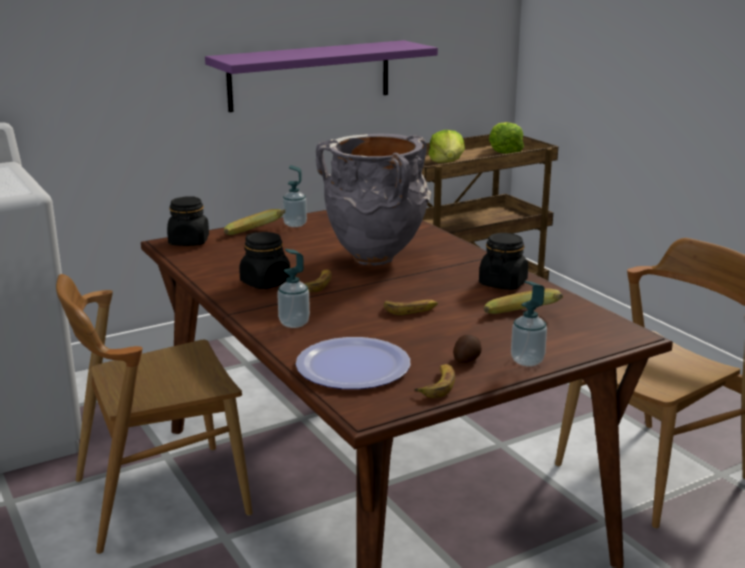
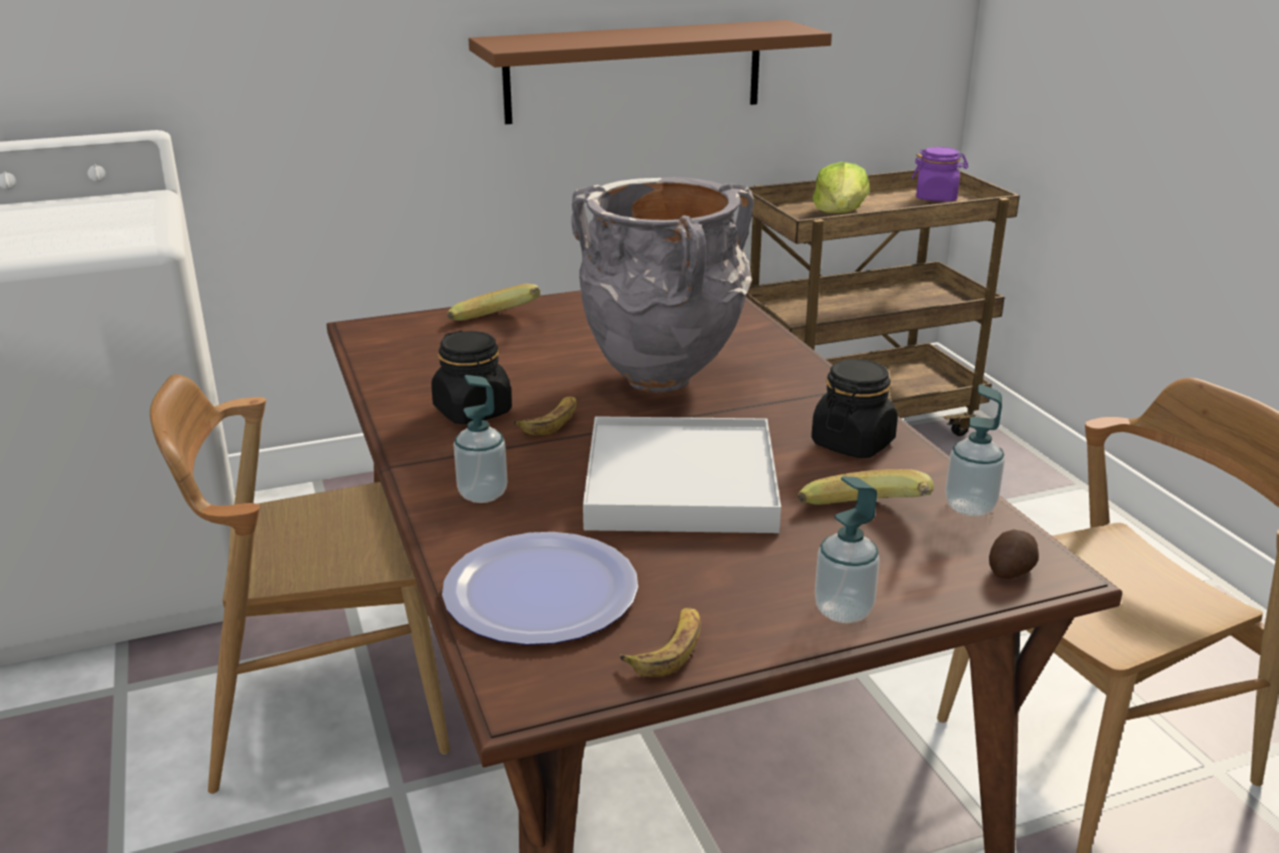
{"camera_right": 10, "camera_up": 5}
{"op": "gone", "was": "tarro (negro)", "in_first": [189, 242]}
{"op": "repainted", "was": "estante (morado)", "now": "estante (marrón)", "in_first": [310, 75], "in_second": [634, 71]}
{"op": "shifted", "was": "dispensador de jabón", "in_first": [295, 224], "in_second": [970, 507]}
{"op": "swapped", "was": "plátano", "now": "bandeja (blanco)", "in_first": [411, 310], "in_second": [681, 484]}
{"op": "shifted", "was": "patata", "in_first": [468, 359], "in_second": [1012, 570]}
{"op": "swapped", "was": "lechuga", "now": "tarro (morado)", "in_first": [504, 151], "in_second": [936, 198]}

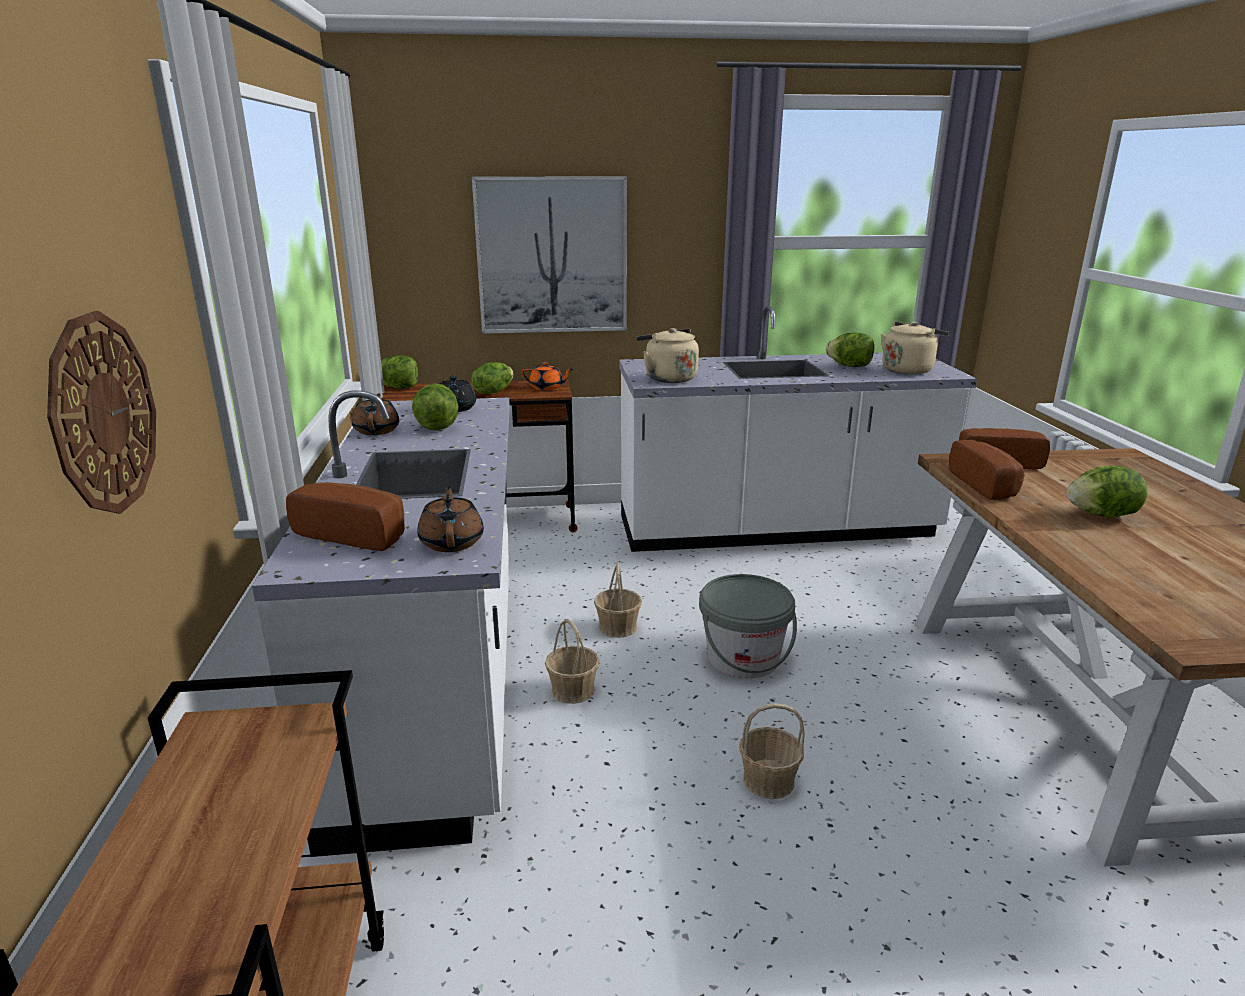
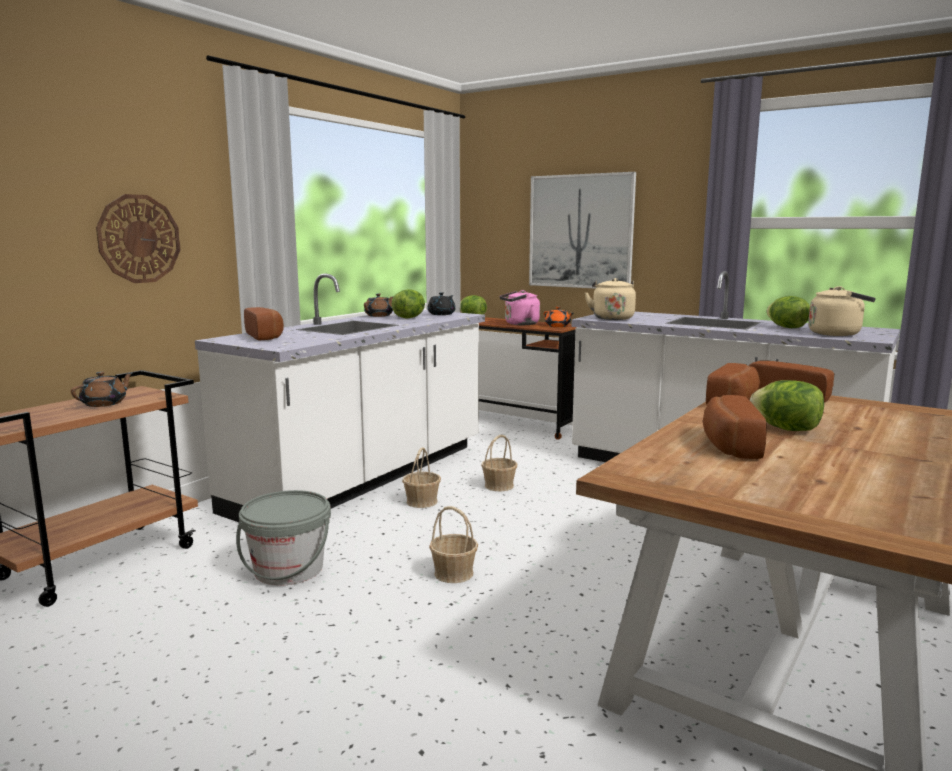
{"camera_right": 40, "camera_up": -10}
{"op": "shifted", "was": "tetera (marrón)", "in_first": [452, 542], "in_second": [105, 403]}
{"op": "swapped", "was": "lechuga", "now": "hervidor (rosa)", "in_first": [493, 392], "in_second": [519, 324]}
{"op": "shifted", "was": "cubo (gris)", "in_first": [743, 658], "in_second": [289, 569]}
{"op": "new", "now": "pan", "in_second": [727, 445]}

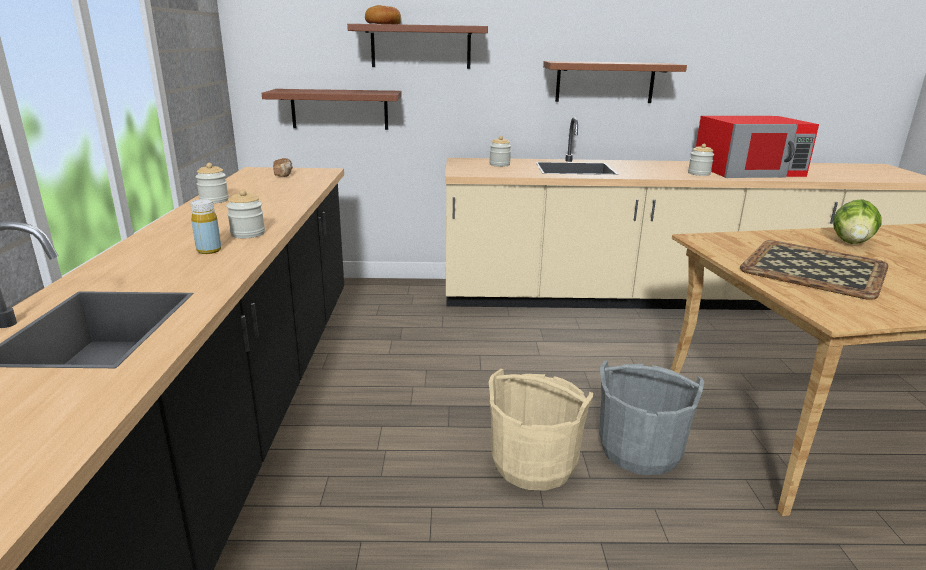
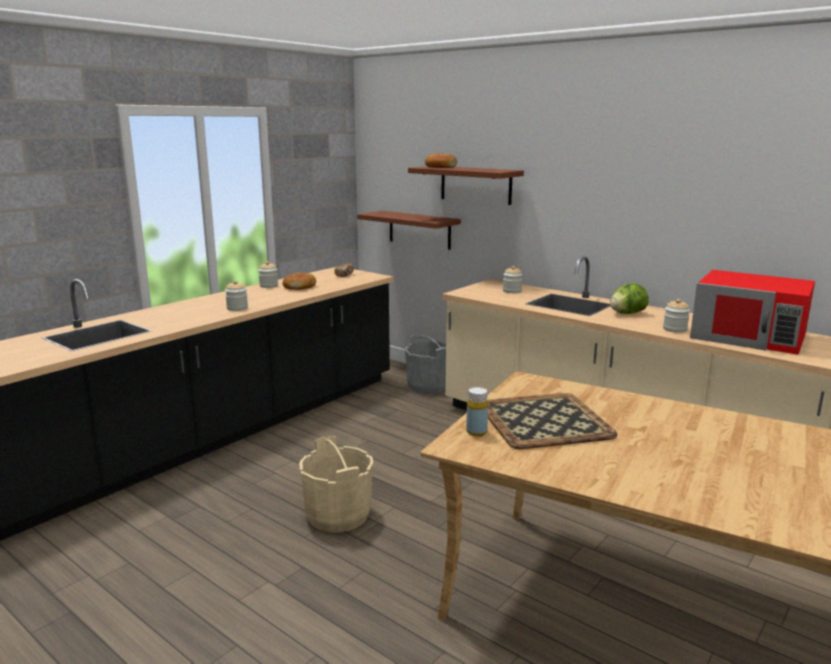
{"camera_right": 40, "camera_up": -5}
{"op": "shifted", "was": "botella (amarillo)", "in_first": [209, 250], "in_second": [476, 432]}
{"op": "gone", "was": "estante (marrón)", "in_first": [605, 82]}
{"op": "shifted", "was": "cubo (gris)", "in_first": [640, 450], "in_second": [429, 386]}
{"op": "shifted", "was": "lechuga", "in_first": [851, 242], "in_second": [627, 313]}
{"op": "new", "now": "pan", "in_second": [300, 287]}

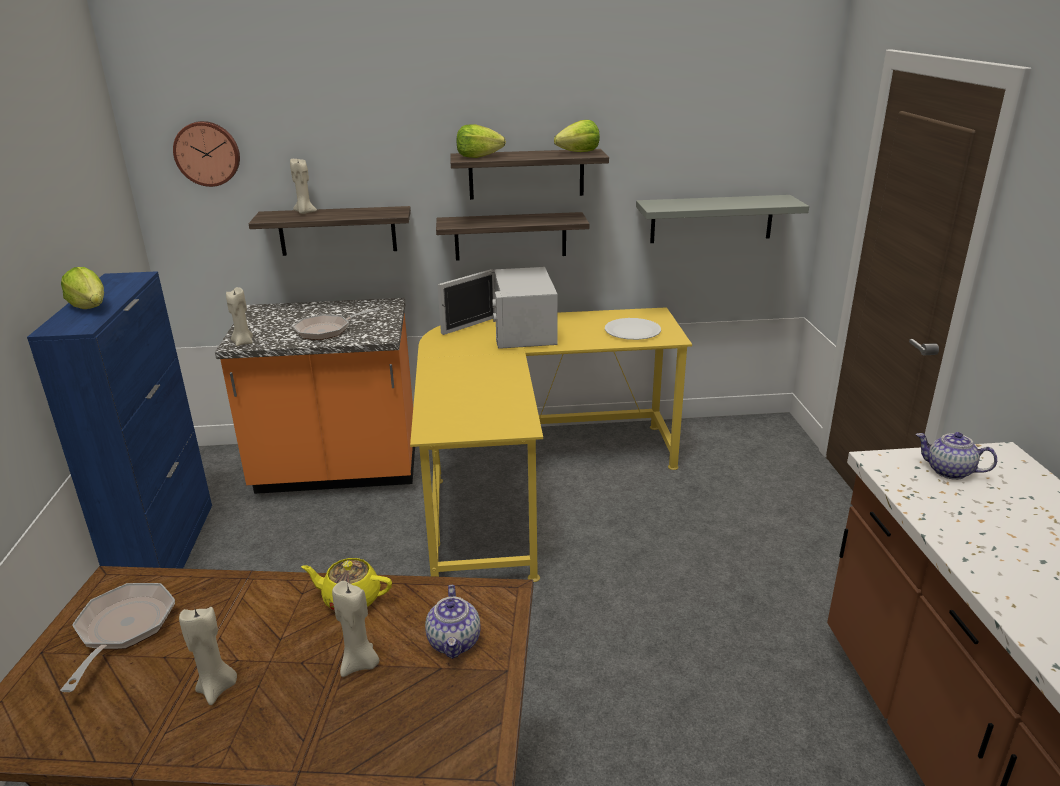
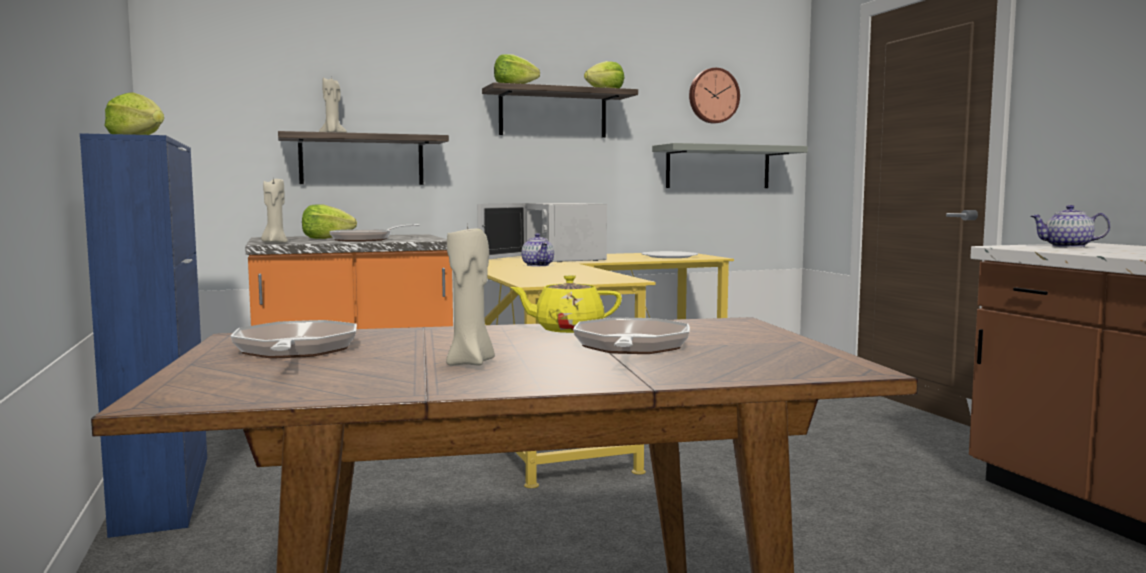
{"camera_right": -15, "camera_up": -20}
{"op": "shifted", "was": "reloj de pared", "in_first": [207, 153], "in_second": [713, 96]}
{"op": "swapped", "was": "vela (beis)", "now": "sartén", "in_first": [360, 664], "in_second": [631, 347]}
{"op": "shifted", "was": "tetera", "in_first": [455, 642], "in_second": [538, 265]}
{"op": "gone", "was": "estante", "in_first": [510, 236]}
{"op": "new", "now": "lechuga", "in_second": [326, 238]}

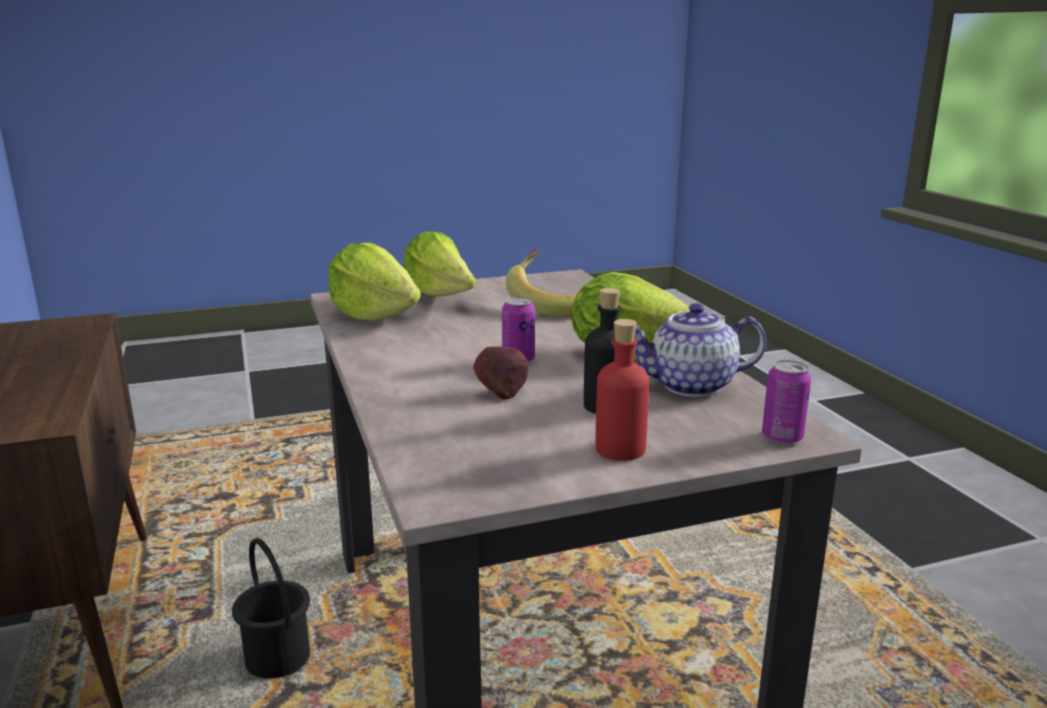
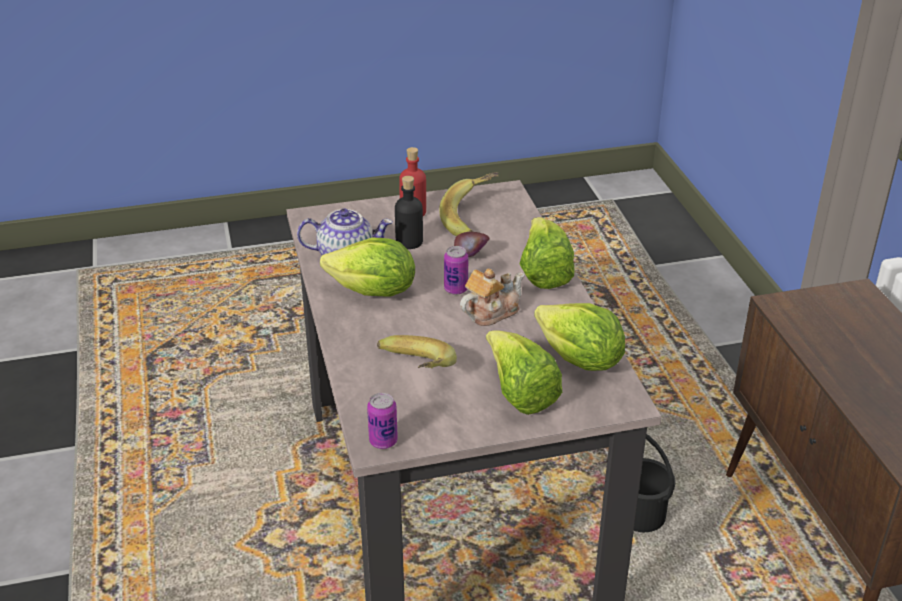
{"camera_right": -175, "camera_up": 15}
{"op": "shifted", "was": "lata", "in_first": [782, 437], "in_second": [383, 441]}
{"op": "new", "now": "plátano", "in_second": [473, 219]}
{"op": "new", "now": "tetera", "in_second": [491, 312]}
{"op": "new", "now": "lechuga", "in_second": [544, 273]}

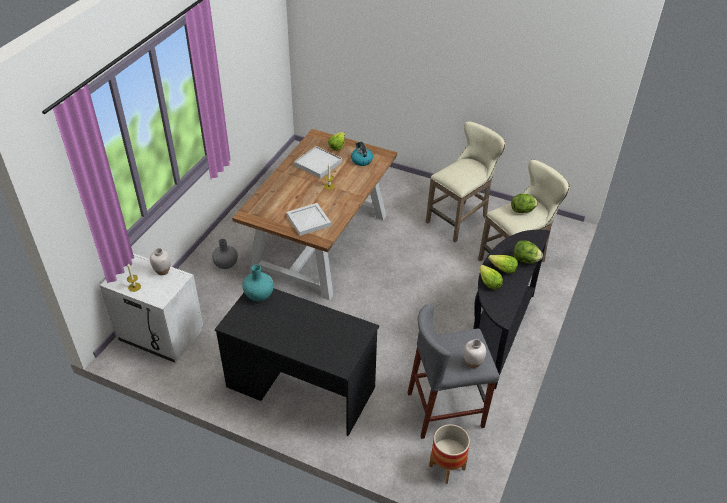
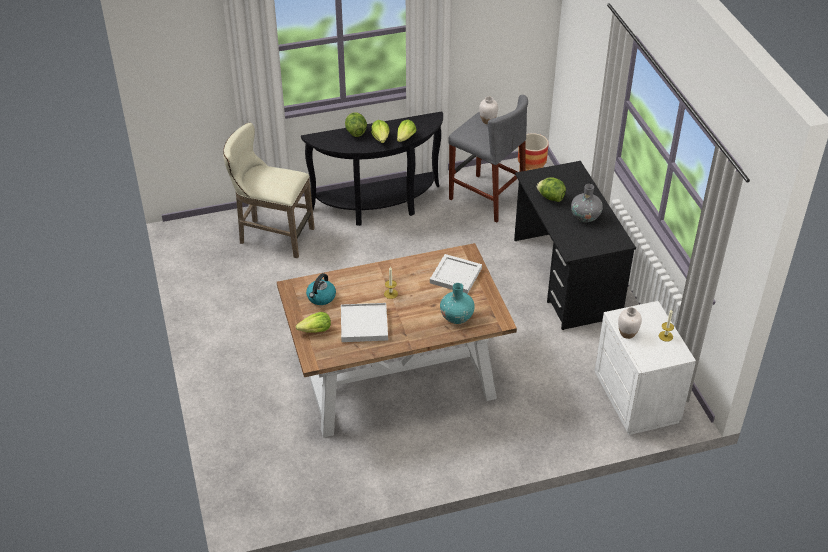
{"camera_right": -130, "camera_up": 0}
{"op": "shifted", "was": "florero (gris)", "in_first": [226, 264], "in_second": [585, 217]}
{"op": "shifted", "was": "florero (turquesa)", "in_first": [259, 295], "in_second": [456, 317]}
{"op": "gone", "was": "taburete (beis)", "in_first": [460, 219]}
{"op": "shifted", "was": "lechuga", "in_first": [522, 210], "in_second": [550, 197]}

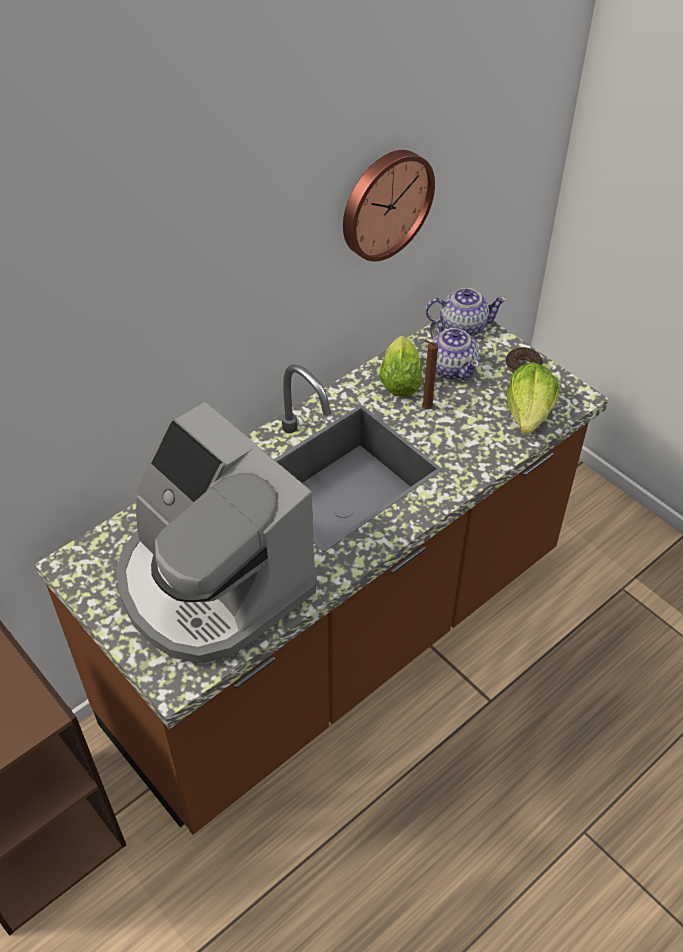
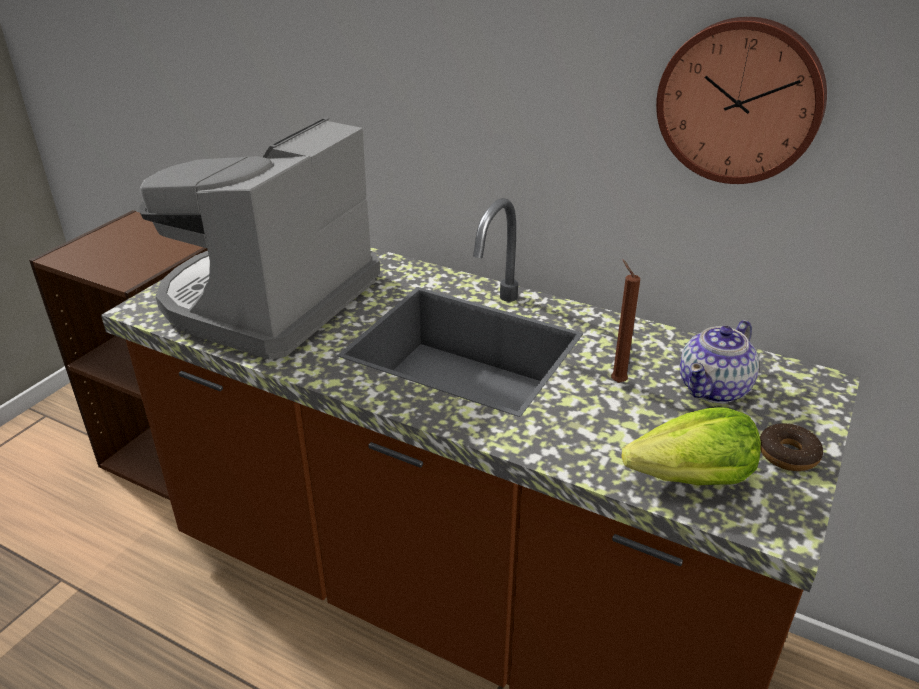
{"camera_right": 70, "camera_up": -15}
{"op": "gone", "was": "lechuga", "in_first": [400, 379]}
{"op": "gone", "was": "tetera", "in_first": [462, 326]}

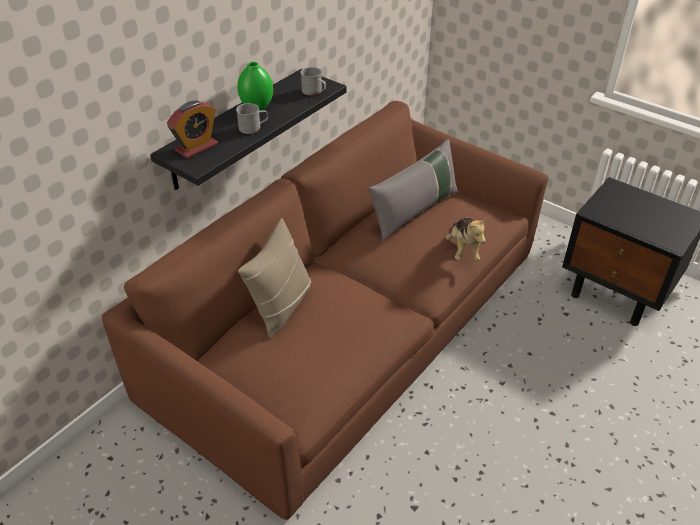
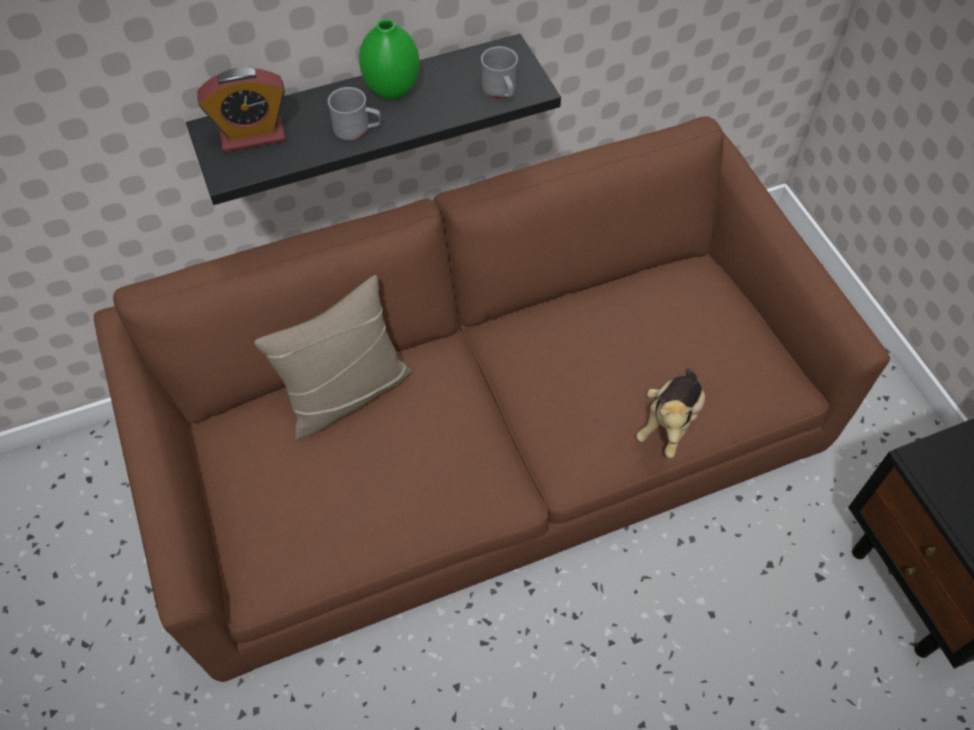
{"camera_right": 30, "camera_up": 15}
{"op": "gone", "was": "cojín (gris)", "in_first": [414, 211]}

